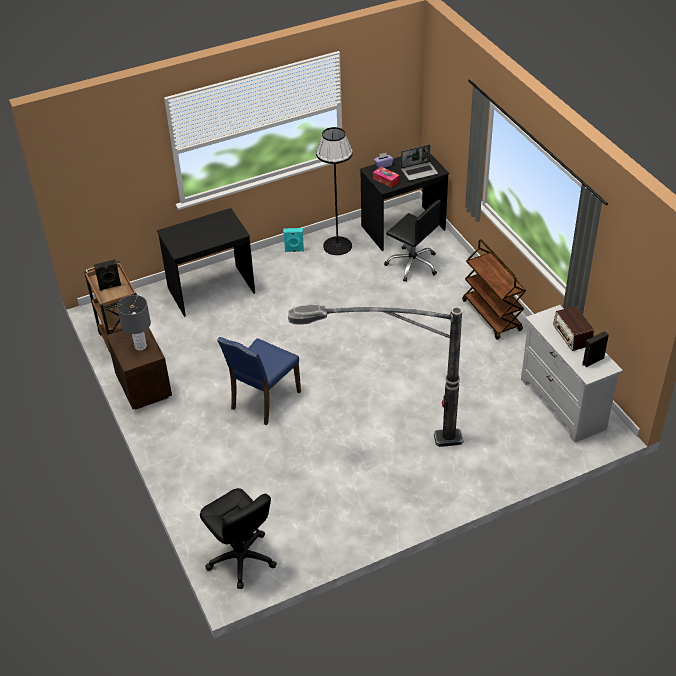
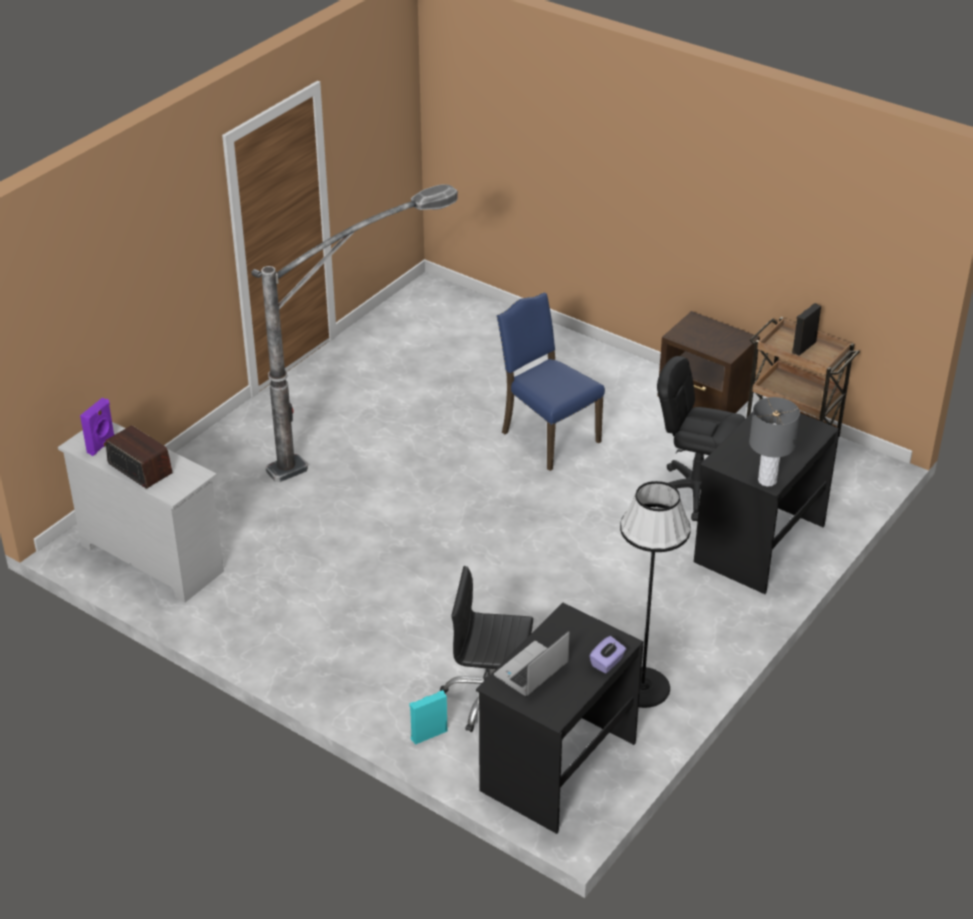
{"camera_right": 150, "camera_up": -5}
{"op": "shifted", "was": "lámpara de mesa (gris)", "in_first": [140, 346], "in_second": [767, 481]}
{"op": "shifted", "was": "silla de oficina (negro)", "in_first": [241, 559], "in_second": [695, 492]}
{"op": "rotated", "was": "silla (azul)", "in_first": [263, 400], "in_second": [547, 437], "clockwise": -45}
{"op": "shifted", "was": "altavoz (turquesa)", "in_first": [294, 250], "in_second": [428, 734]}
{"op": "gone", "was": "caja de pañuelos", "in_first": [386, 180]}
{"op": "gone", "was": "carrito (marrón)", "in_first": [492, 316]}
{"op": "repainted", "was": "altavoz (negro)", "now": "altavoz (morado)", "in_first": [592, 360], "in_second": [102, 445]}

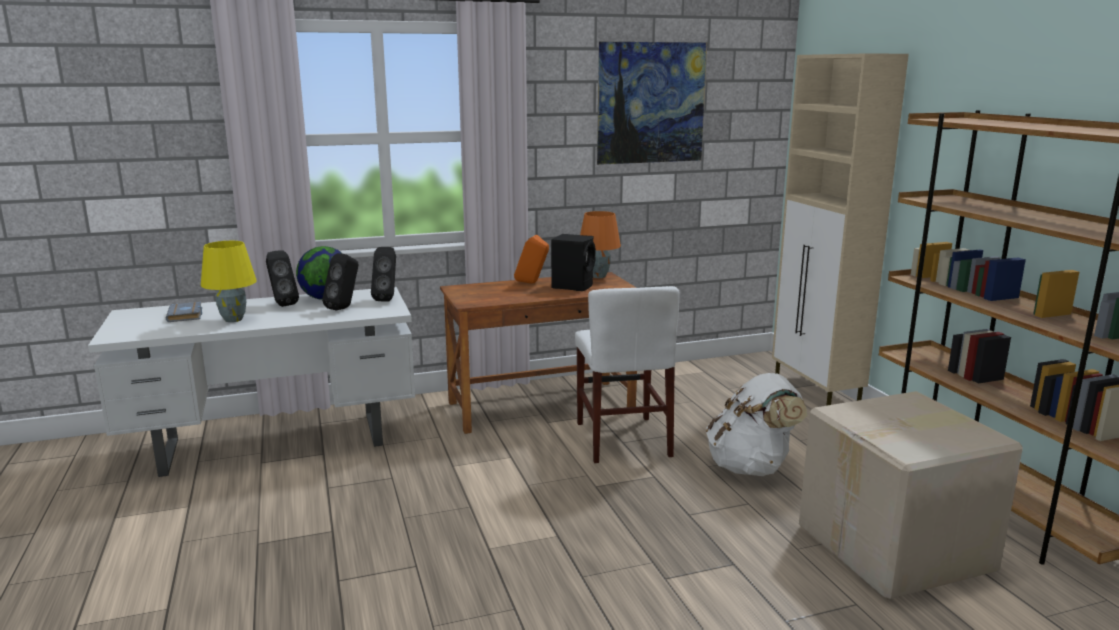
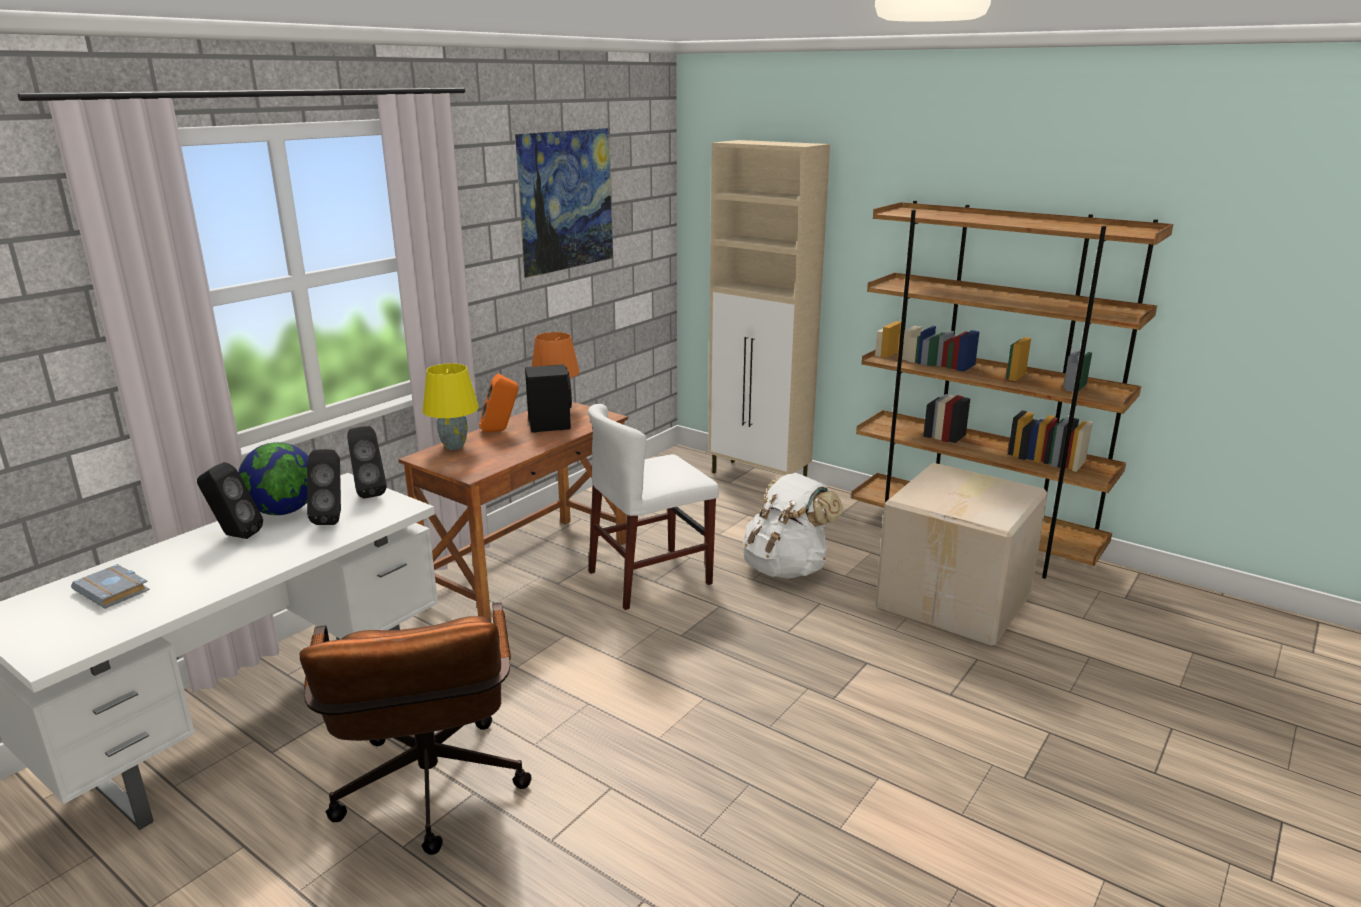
{"camera_right": -35, "camera_up": 5}
{"op": "shifted", "was": "lámpara de mesa (amarillo)", "in_first": [233, 320], "in_second": [454, 447]}
{"op": "rotated", "was": "silla (blanco)", "in_first": [622, 439], "in_second": [650, 577], "clockwise": 105}
{"op": "new", "now": "silla de oficina (marrón)", "in_second": [430, 796]}

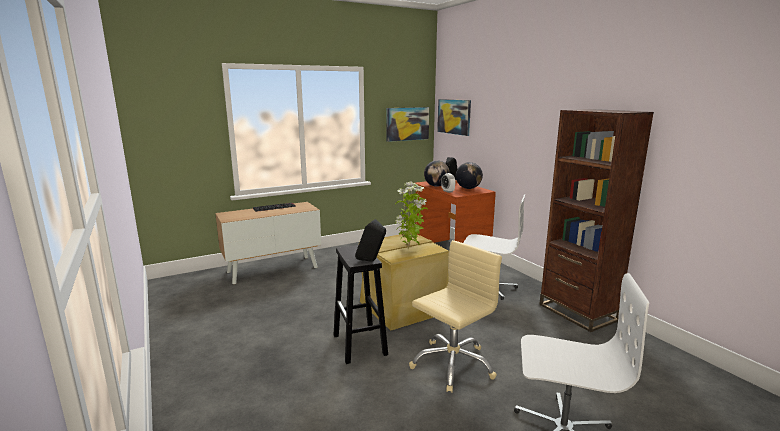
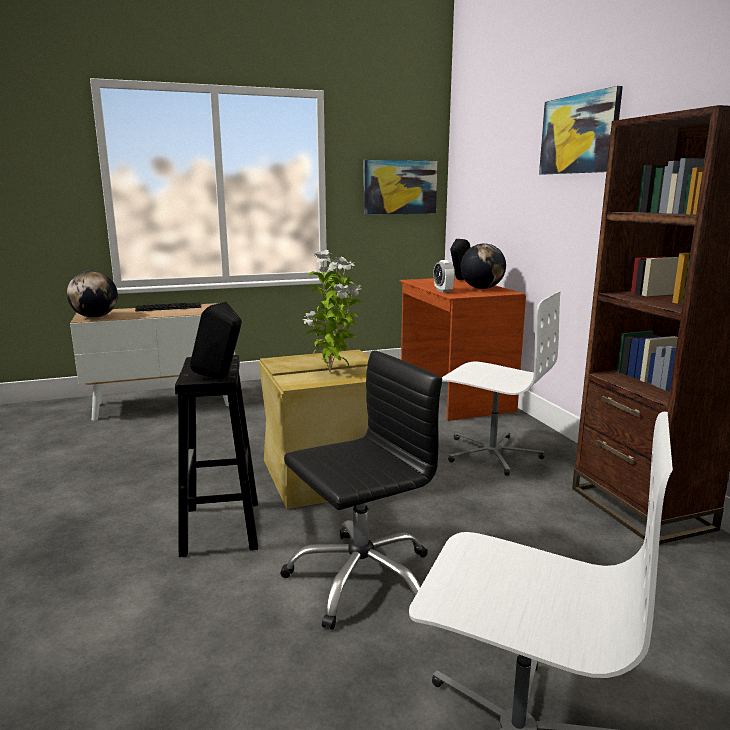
{"camera_right": 10, "camera_up": 0}
{"op": "repainted", "was": "silla de oficina (beis)", "now": "silla de oficina (negro)", "in_first": [452, 364], "in_second": [361, 577]}
{"op": "shifted", "was": "globo terráqueo", "in_first": [436, 186], "in_second": [95, 317]}
{"op": "shifted", "was": "cuadro", "in_first": [454, 116], "in_second": [579, 134]}

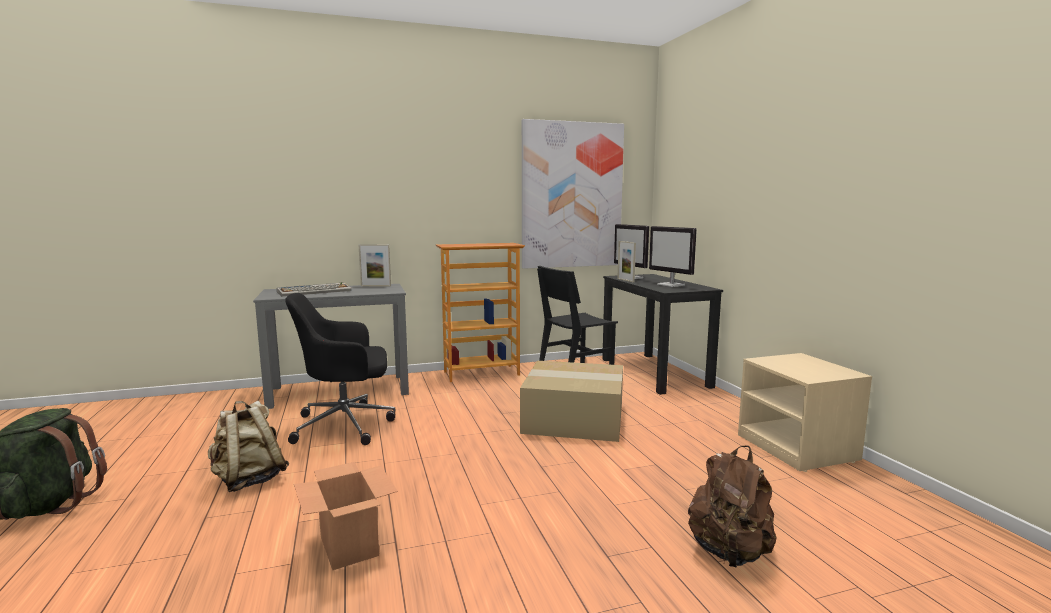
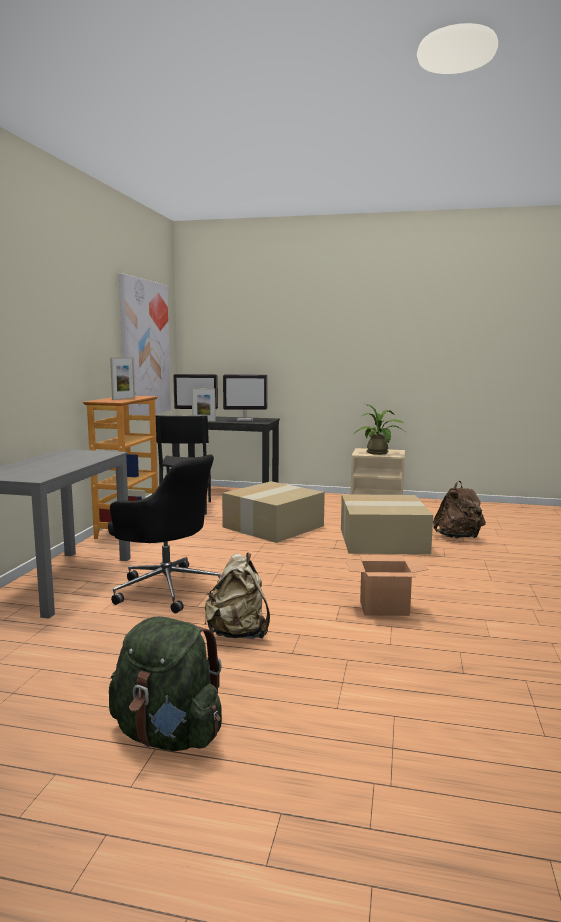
{"camera_right": -60, "camera_up": 0}
{"op": "gone", "was": "teclado", "in_first": [315, 291]}
{"op": "rotated", "was": "silla de oficina (negro)", "in_first": [346, 425], "in_second": [166, 588], "clockwise": -75}
{"op": "shifted", "was": "portarretratos", "in_first": [375, 286], "in_second": [123, 399]}
{"op": "new", "now": "caja de cartón", "in_second": [384, 540]}
{"op": "new", "now": "planta en maceta", "in_second": [379, 453]}

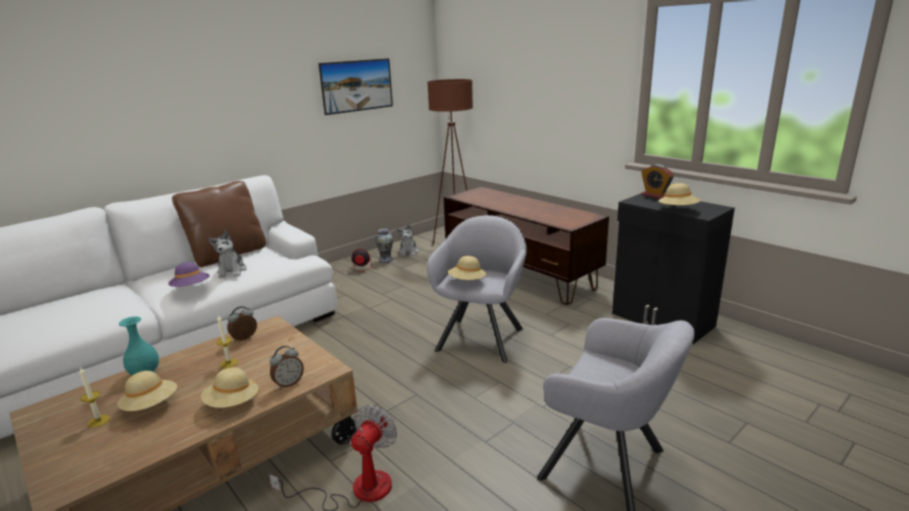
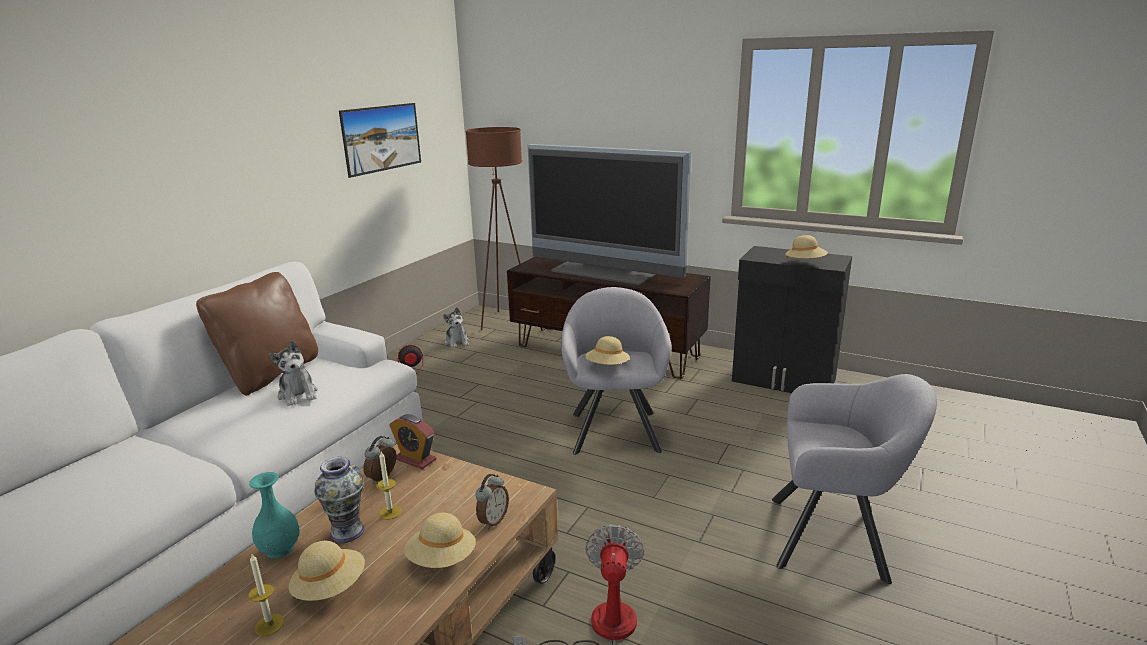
{"camera_right": -20, "camera_up": 0}
{"op": "gone", "was": "sombrero (morado)", "in_first": [191, 288]}
{"op": "shifted", "was": "florero", "in_first": [386, 260], "in_second": [347, 532]}
{"op": "shifted", "was": "despertador", "in_first": [655, 195], "in_second": [415, 459]}
{"op": "new", "now": "televisor", "in_second": [604, 272]}

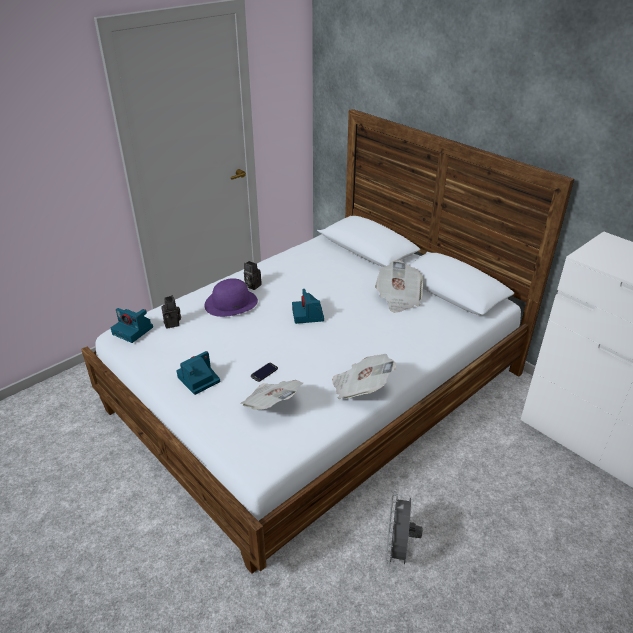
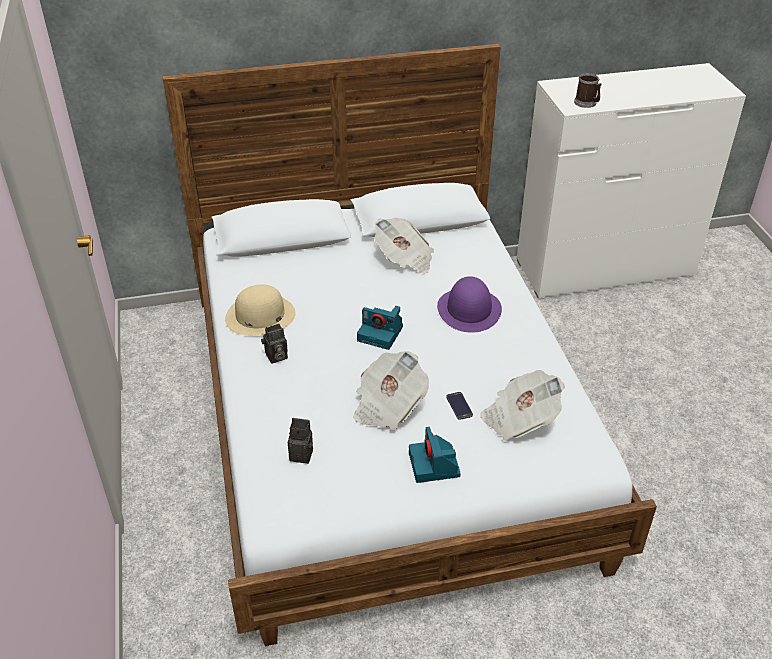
{"camera_right": -60, "camera_up": 5}
{"op": "gone", "was": "cámara", "in_first": [133, 331]}
{"op": "shifted", "was": "sombrero (morado)", "in_first": [231, 303], "in_second": [469, 309]}
{"op": "shifted", "was": "periódico", "in_first": [360, 388], "in_second": [388, 405]}
{"op": "gone", "was": "ventilador (gris)", "in_first": [398, 550]}
{"op": "new", "now": "sombrero (beis)", "in_second": [260, 316]}
{"op": "new", "now": "taza grande", "in_second": [587, 103]}

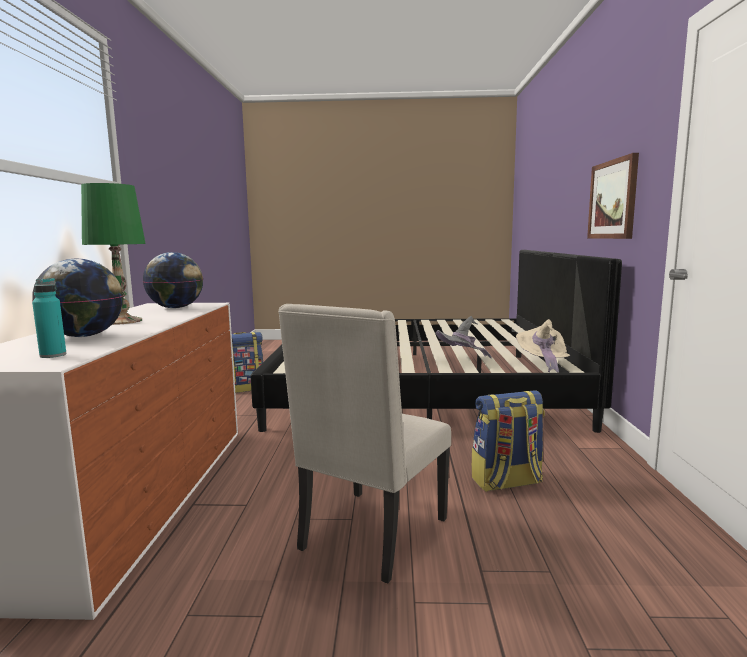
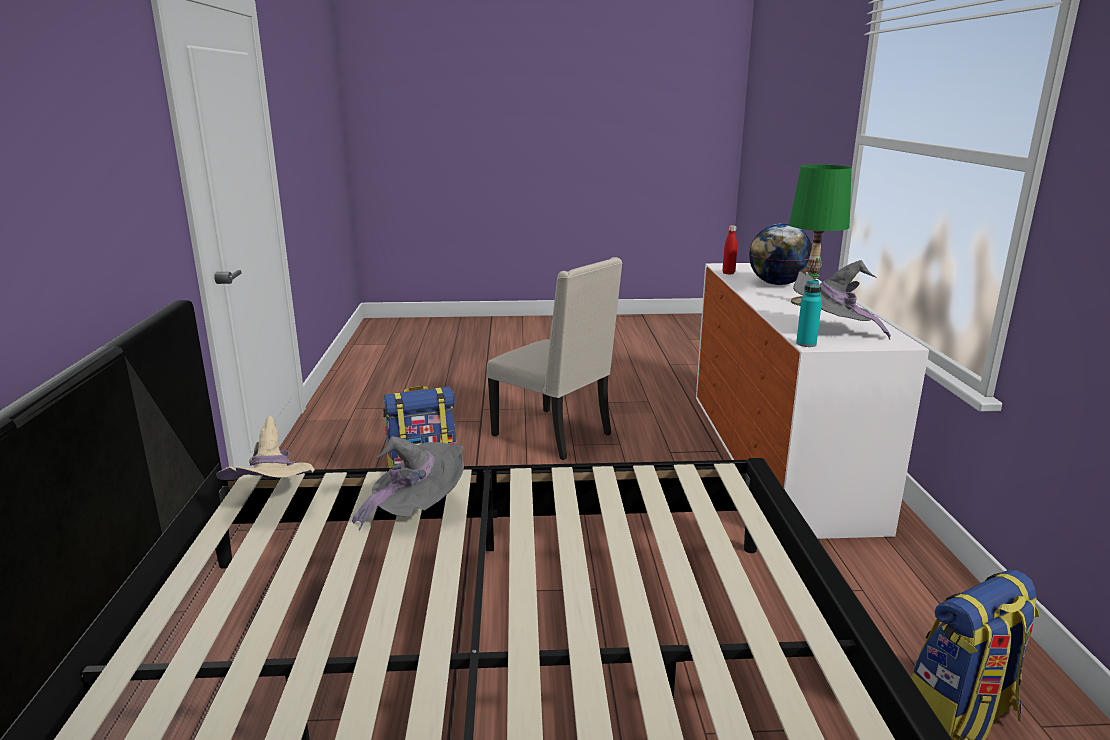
{"camera_right": 175, "camera_up": 10}
{"op": "shifted", "was": "botella (turquesa)", "in_first": [53, 355], "in_second": [806, 344]}
{"op": "swapped", "was": "globo terráqueo", "now": "sombrero (gris)", "in_first": [176, 308], "in_second": [832, 331]}
{"op": "rotated", "was": "silla (beis)", "in_first": [371, 535], "in_second": [555, 435], "clockwise": 105}
{"op": "gone", "was": "cuadro", "in_first": [613, 199]}
{"op": "new", "now": "botella (rojo)", "in_second": [728, 273]}

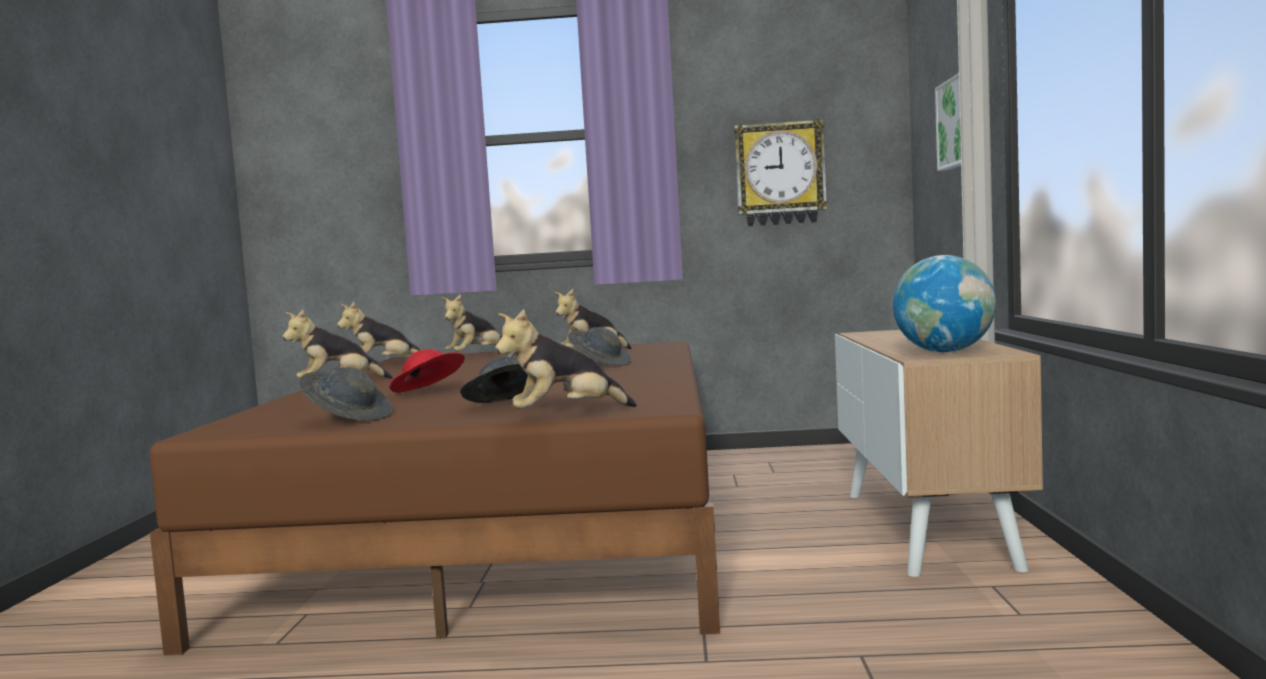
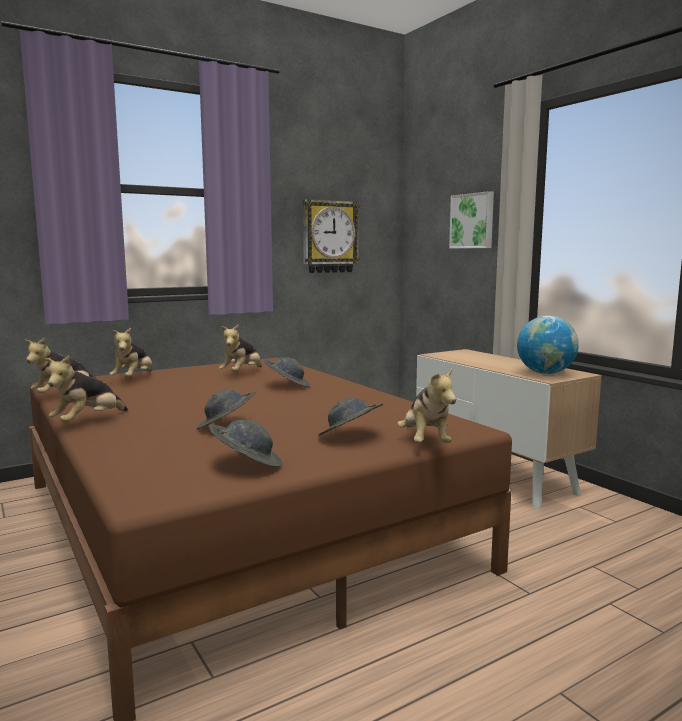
{"camera_right": -35, "camera_up": 5}
{"op": "repainted", "was": "sombrero (rojo)", "now": "sombrero (gris)", "in_first": [428, 392], "in_second": [227, 426]}
{"op": "rotated", "was": "peluche", "in_first": [565, 415], "in_second": [425, 442], "clockwise": -45}

